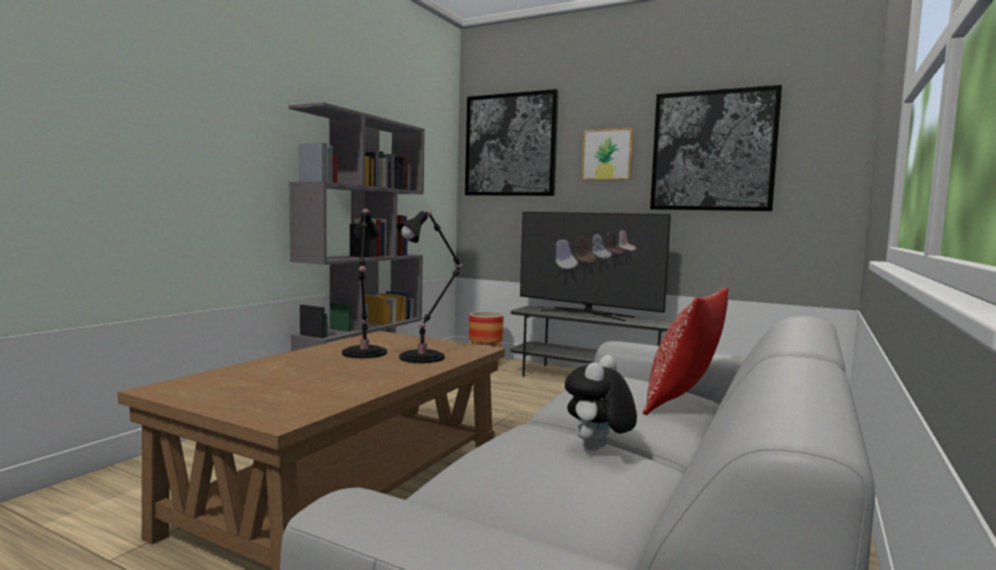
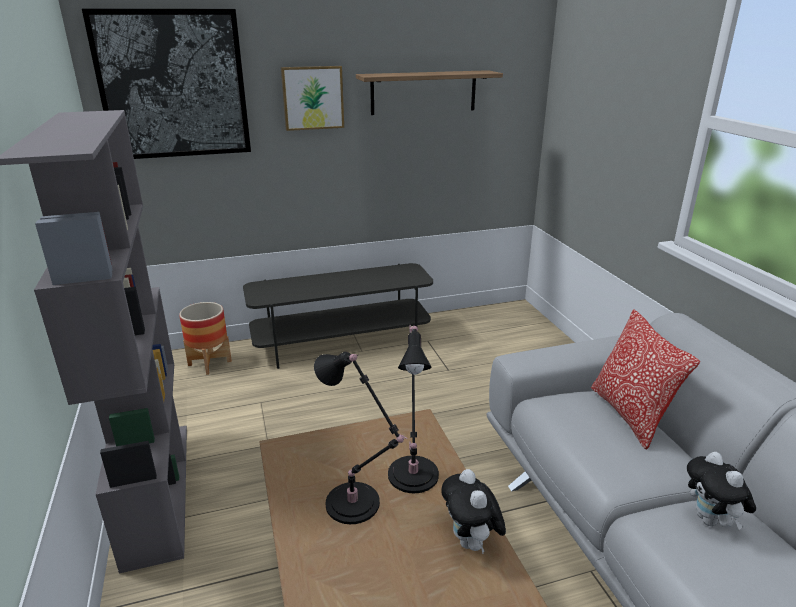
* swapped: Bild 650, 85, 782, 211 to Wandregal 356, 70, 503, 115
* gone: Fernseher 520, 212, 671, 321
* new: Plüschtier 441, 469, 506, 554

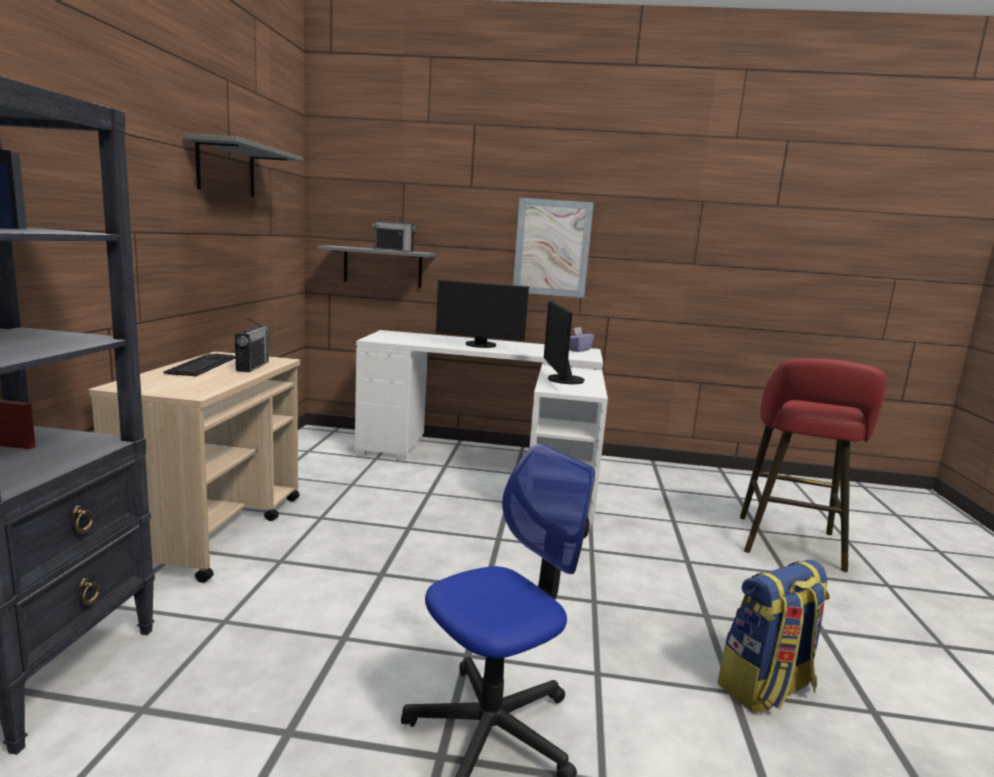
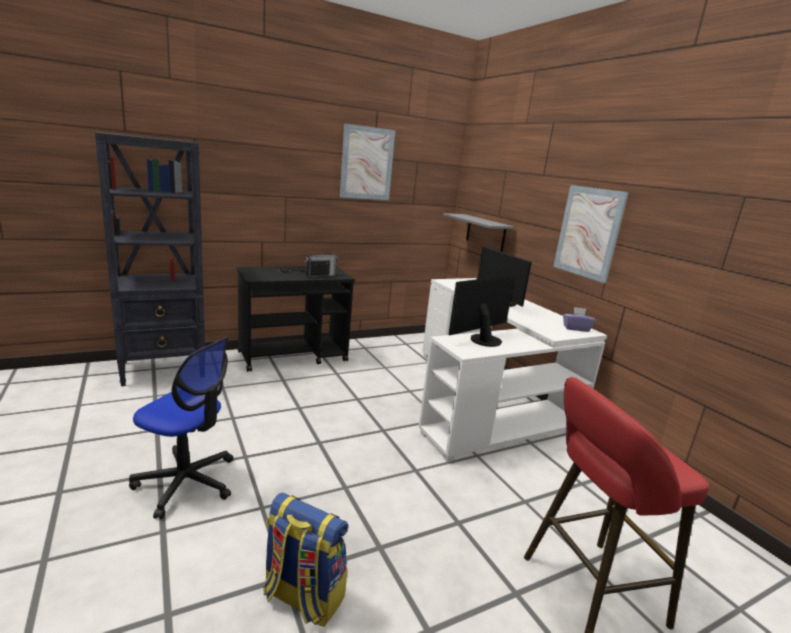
* swapped: Wandregal (grau) 184, 134, 303, 197 to Bild 340, 123, 395, 200
* gone: Radio 372, 210, 417, 252
* repainted: Rollwagen (beige) 88, 351, 300, 583 to Rollwagen (schwarz) 237, 266, 355, 372

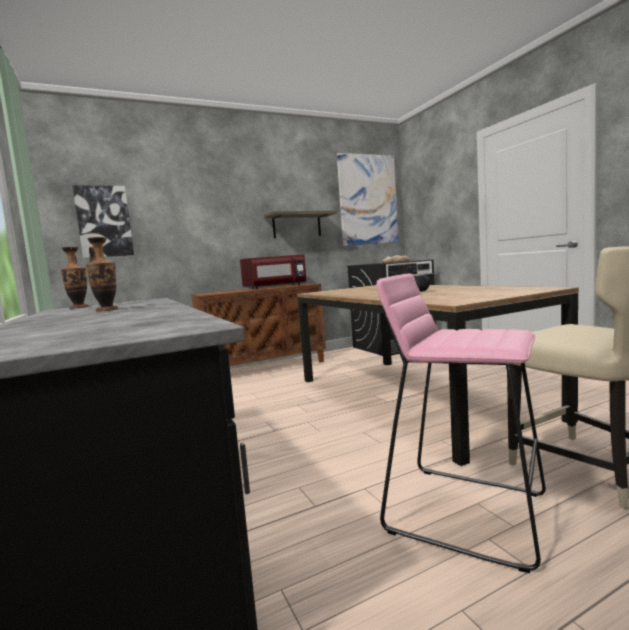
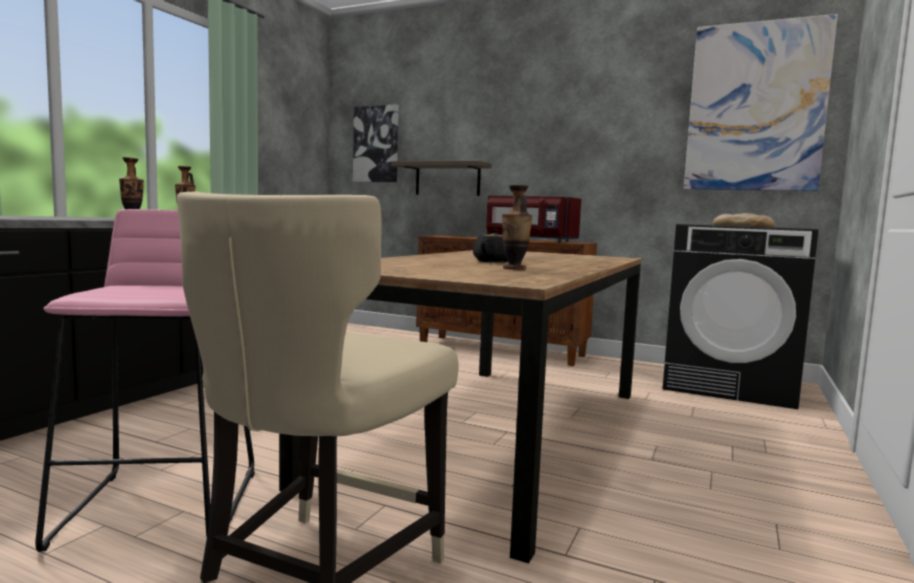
* shifted: Wandregal 264, 210, 337, 238 to 391, 161, 492, 196
* new: Vase 502, 185, 532, 270

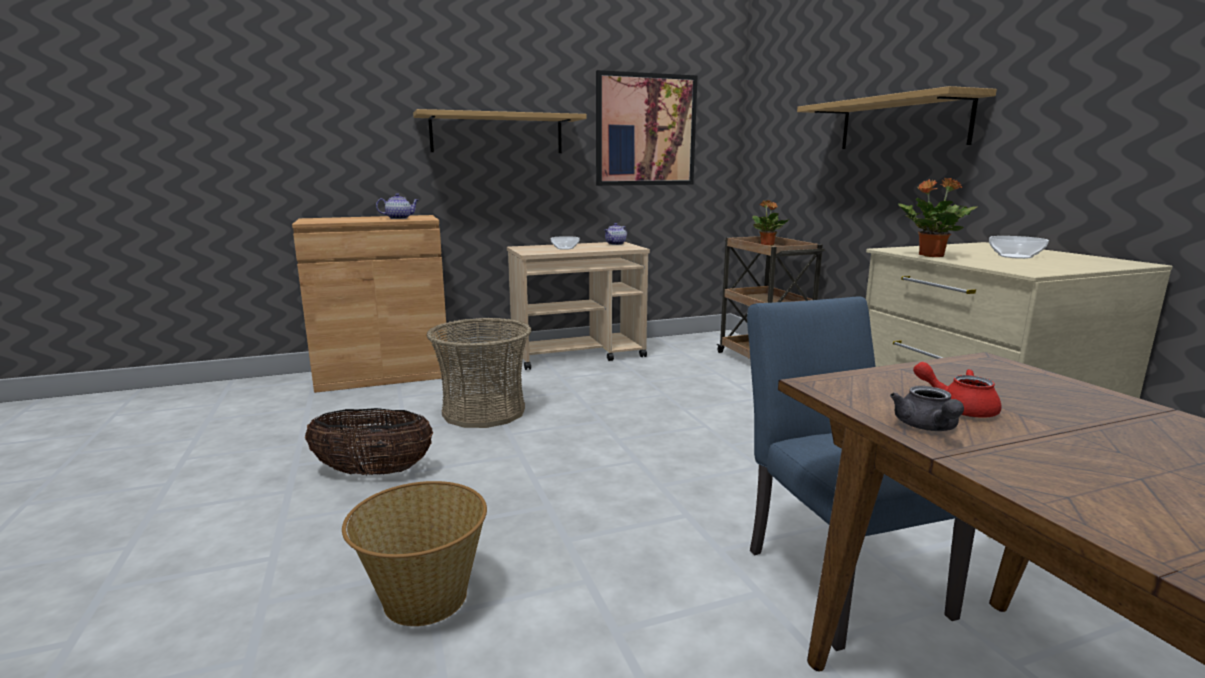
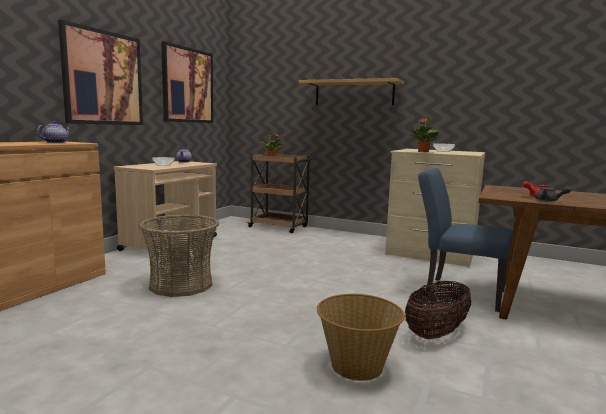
* swapped: Wandregal 413, 109, 587, 153 to Bild 58, 20, 143, 125
* shifted: Korb 305, 408, 433, 475 to 405, 281, 471, 339

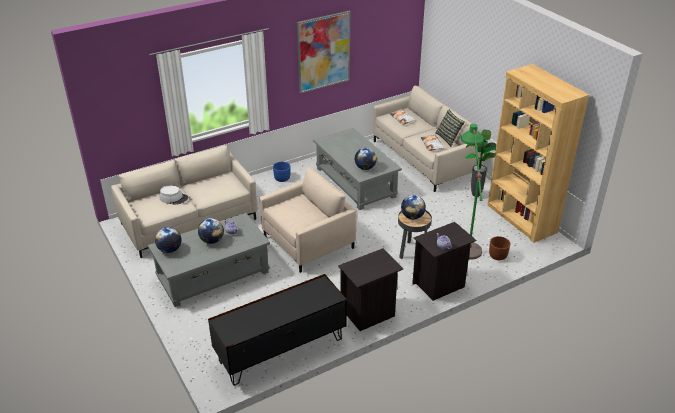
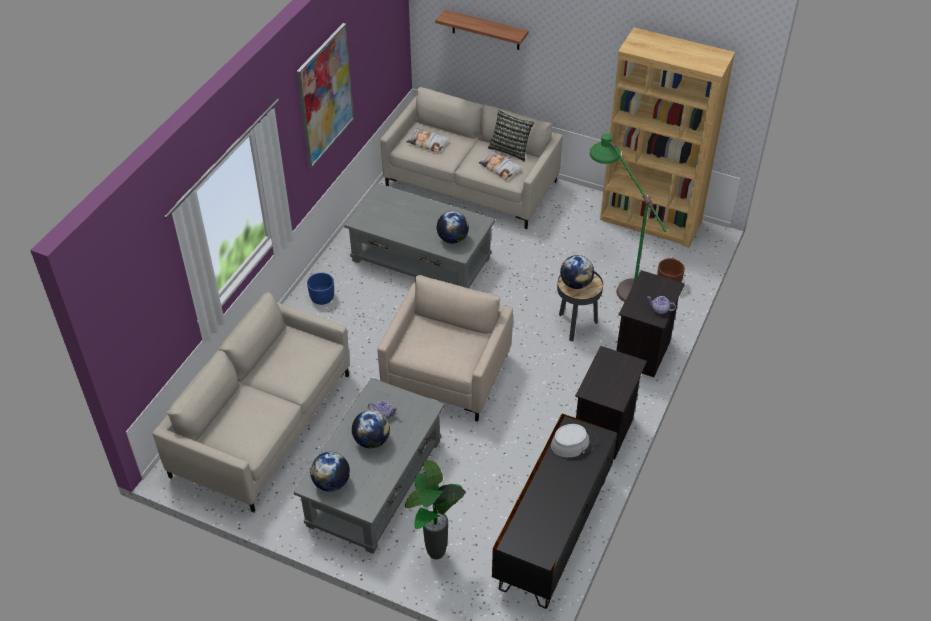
* shifted: Topfpflanze 466, 130, 496, 197 to 405, 460, 466, 559
* shifted: Hut (grau) 160, 185, 188, 205 to 551, 424, 598, 458
* new: Wandregal 435, 10, 529, 50

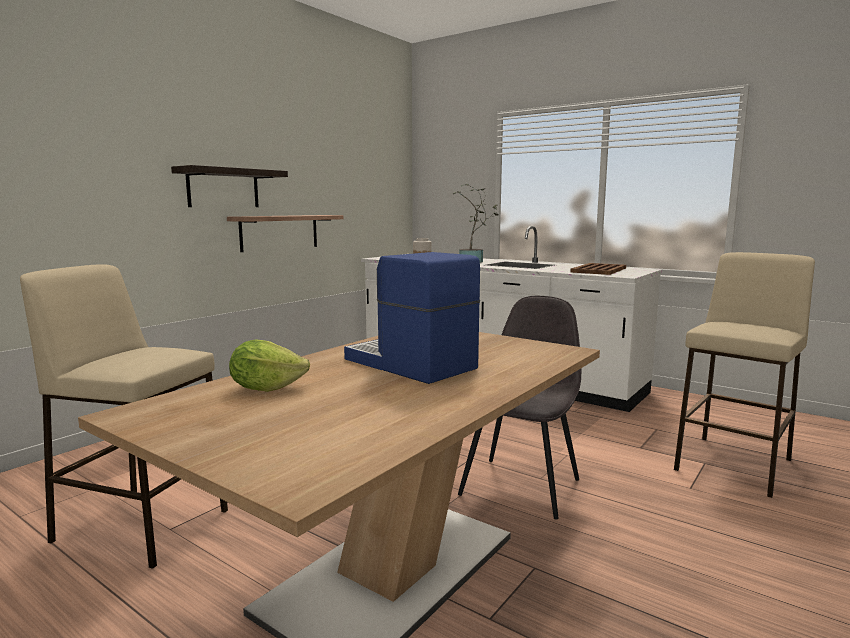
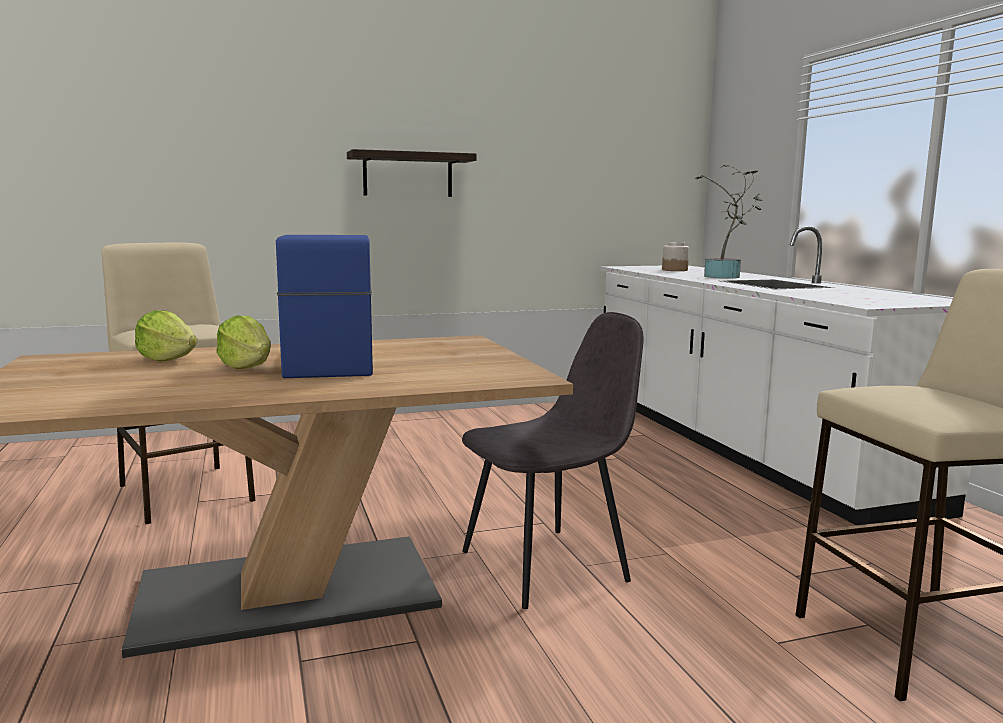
* gone: Wandregal 227, 215, 343, 252
* gone: Tablett (braun) 570, 263, 626, 275
* new: Salatkopf 216, 316, 271, 369

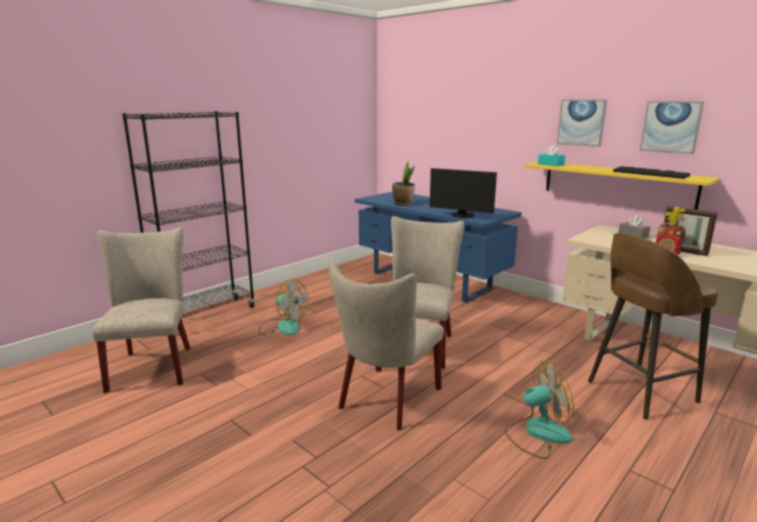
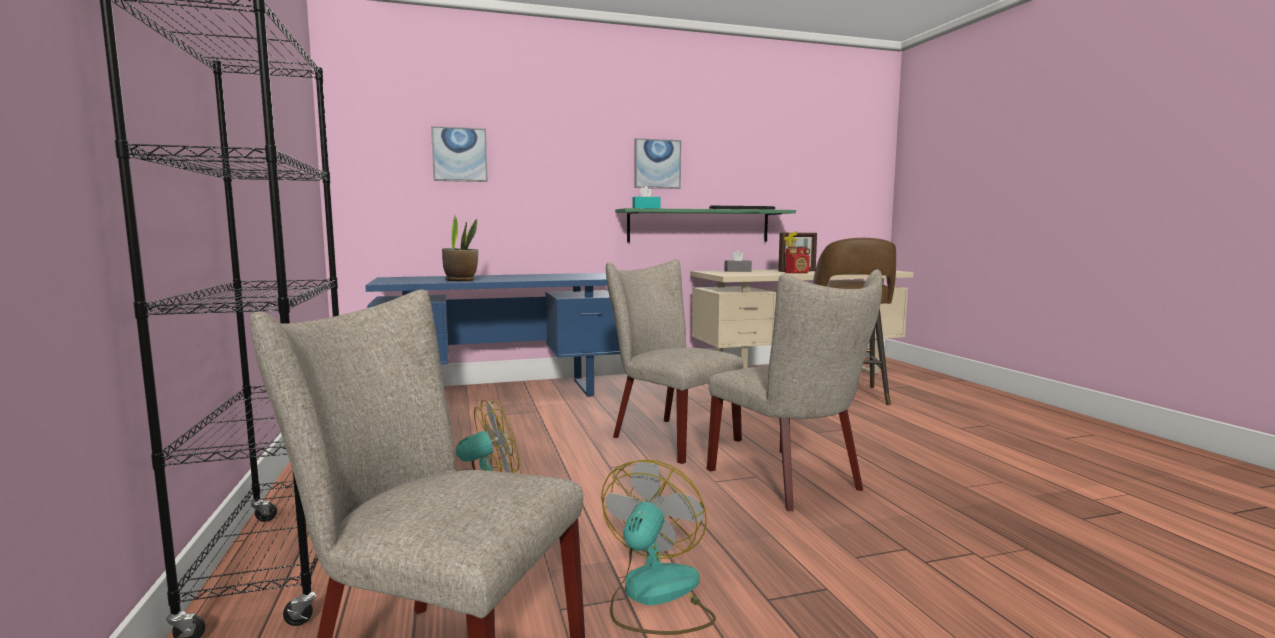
* shifted: Bild 640, 101, 704, 154 to 431, 126, 488, 182
* repainted: Wandregal (gelb) 524, 162, 719, 210 to Wandregal (grün) 615, 208, 796, 243
* gone: Monitor 430, 168, 497, 218
* shifted: Ventilator 505, 361, 574, 459 to 601, 459, 716, 635

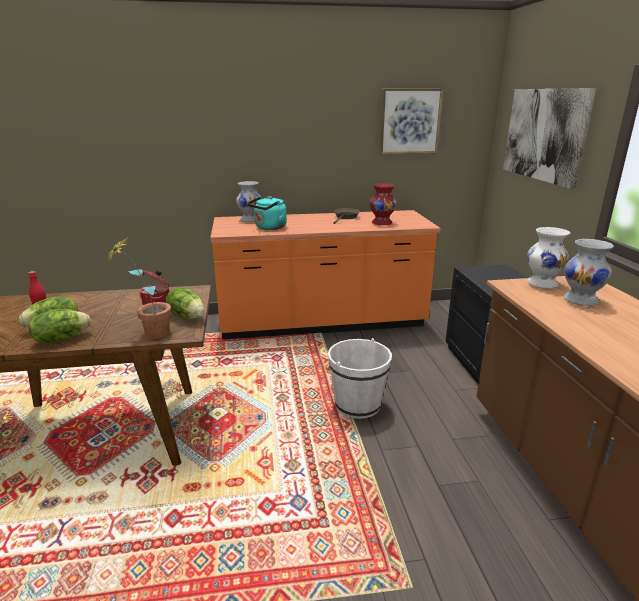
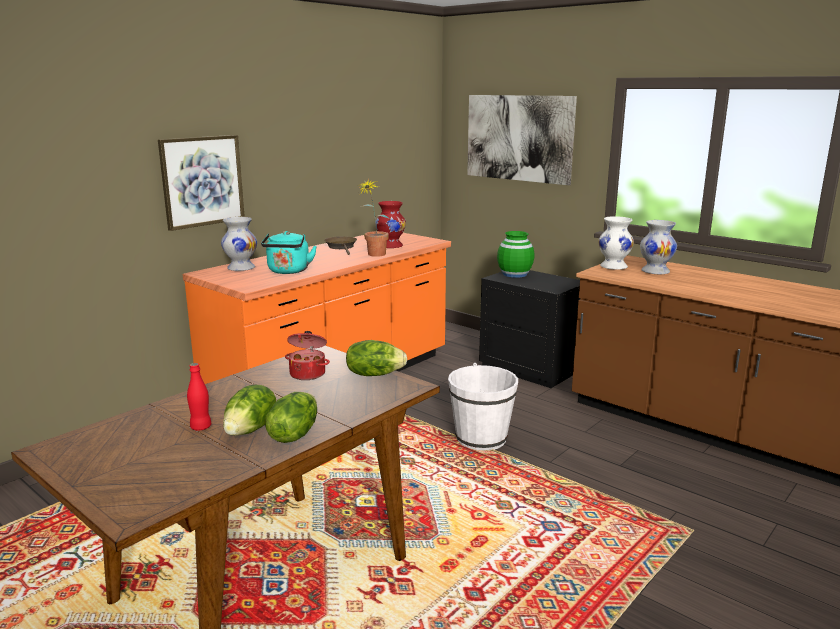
* shifted: Bild 379, 88, 443, 154 to 158, 135, 245, 231
* shifted: Topfpflanze 106, 240, 171, 339 to 358, 179, 390, 257
* new: Vase (grün) 497, 231, 534, 278

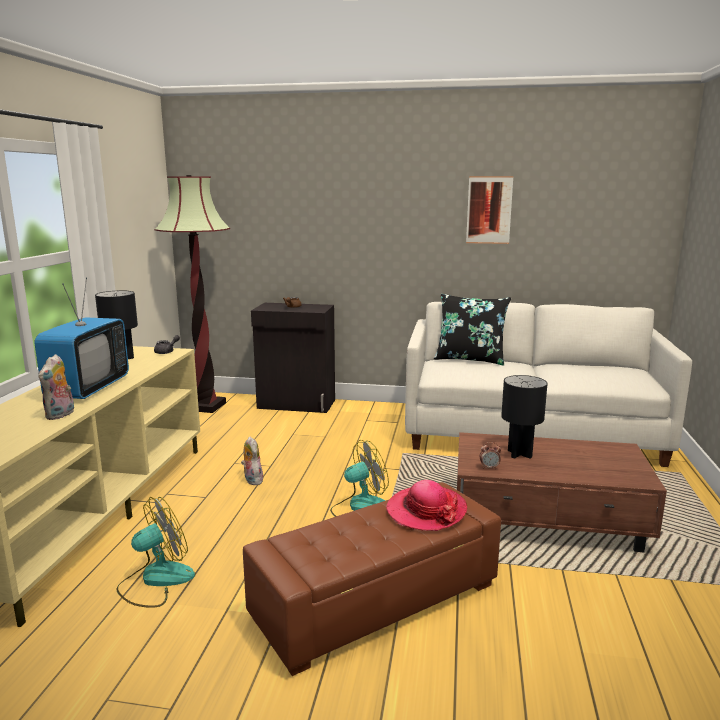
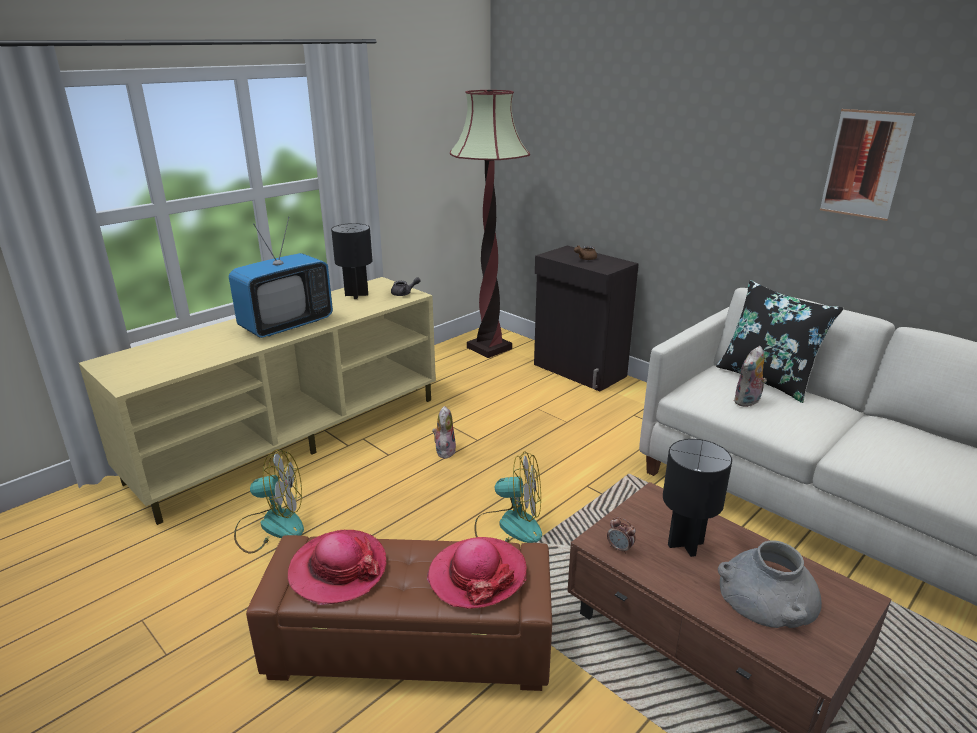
* shifted: Plüschtier 38, 354, 74, 420 to 733, 346, 767, 407
* new: Hut 288, 530, 387, 605
* new: Vase (grau) 718, 540, 822, 628

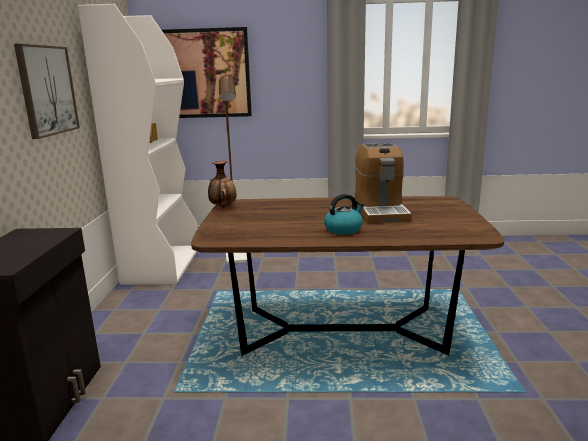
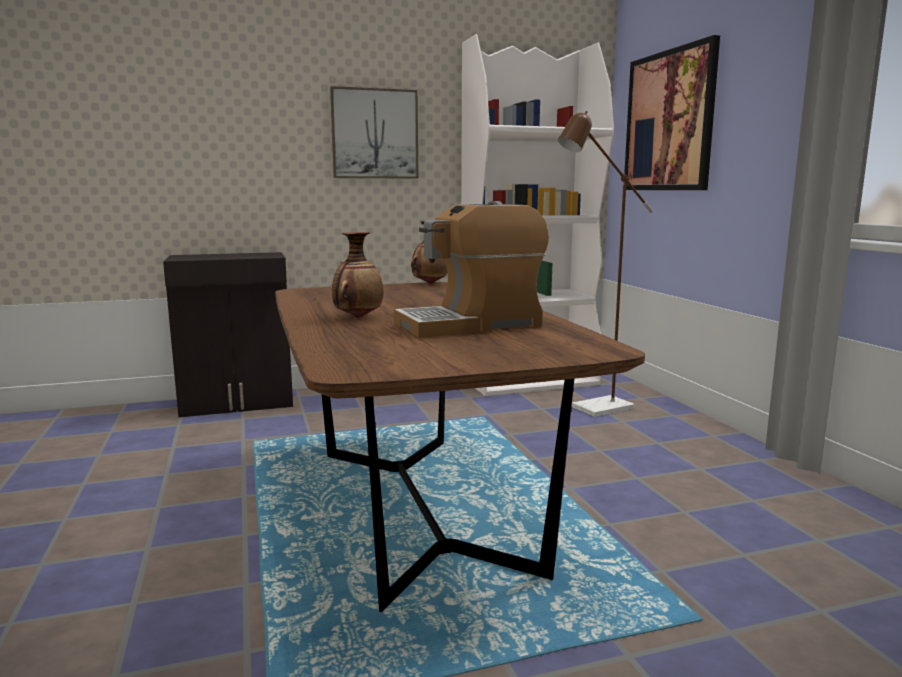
* swapped: Wasserkessel 324, 194, 364, 234 to Vase 332, 232, 383, 318

